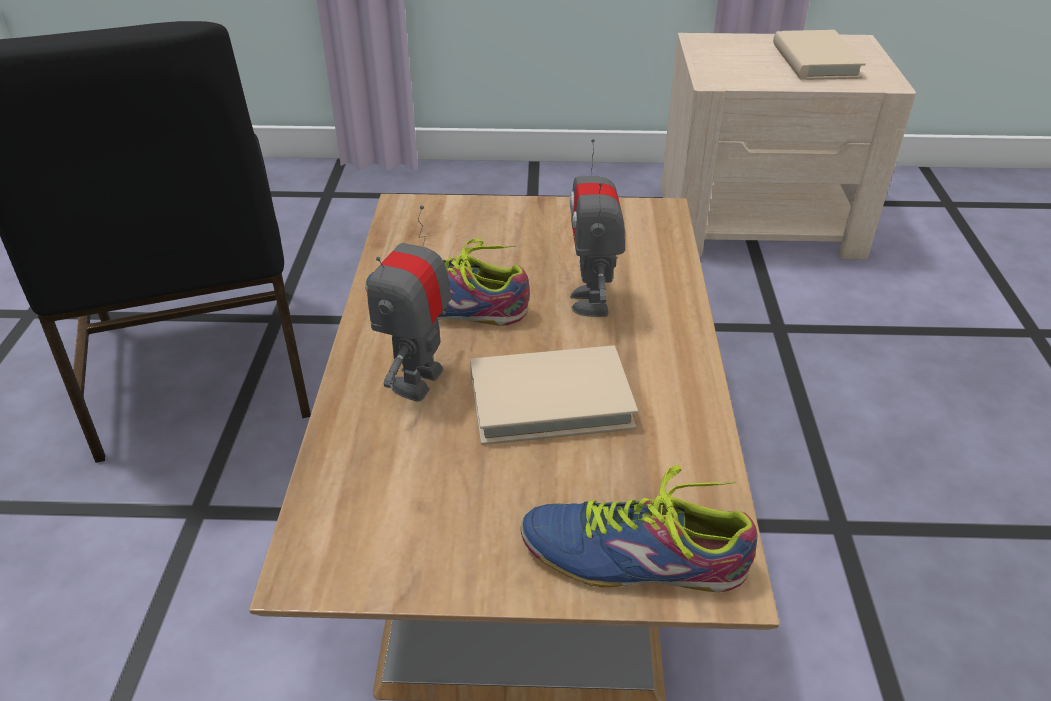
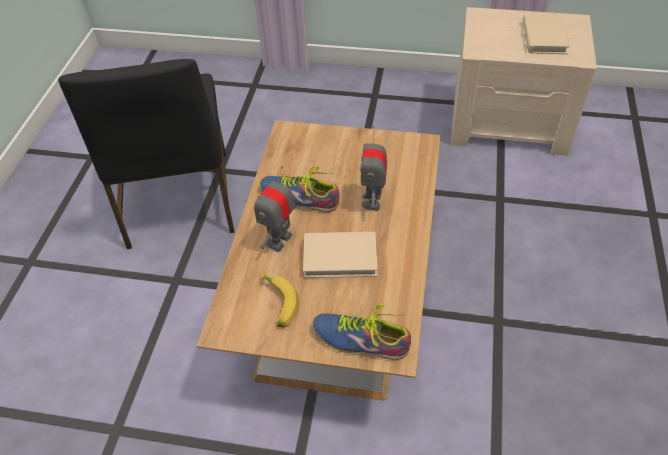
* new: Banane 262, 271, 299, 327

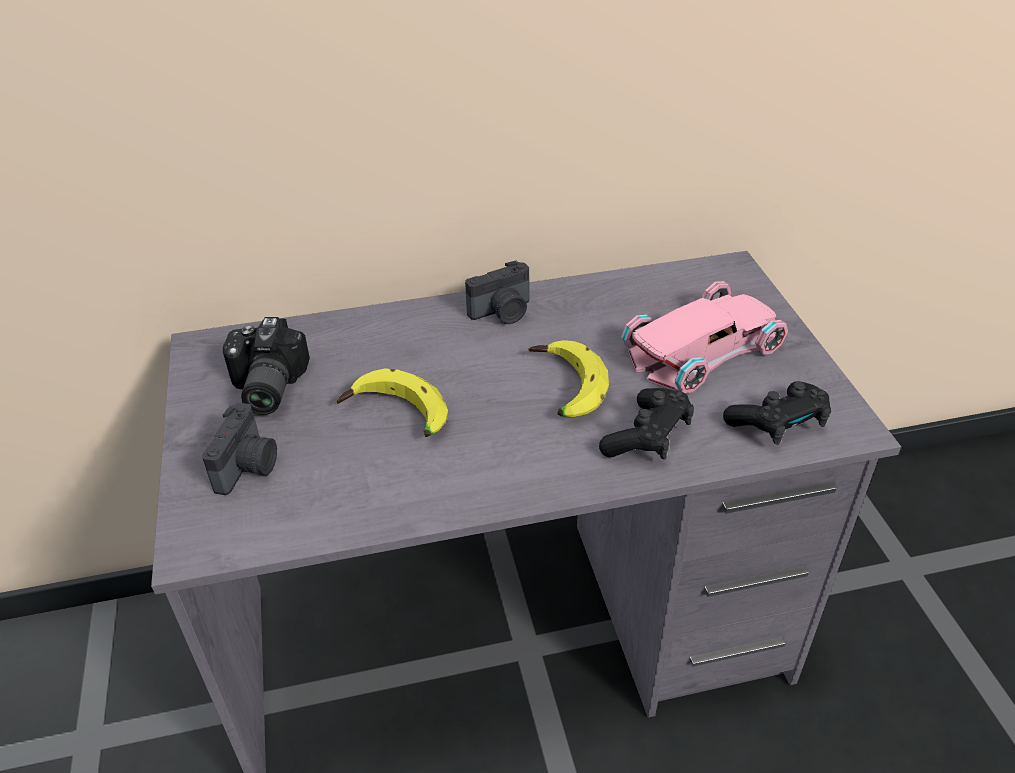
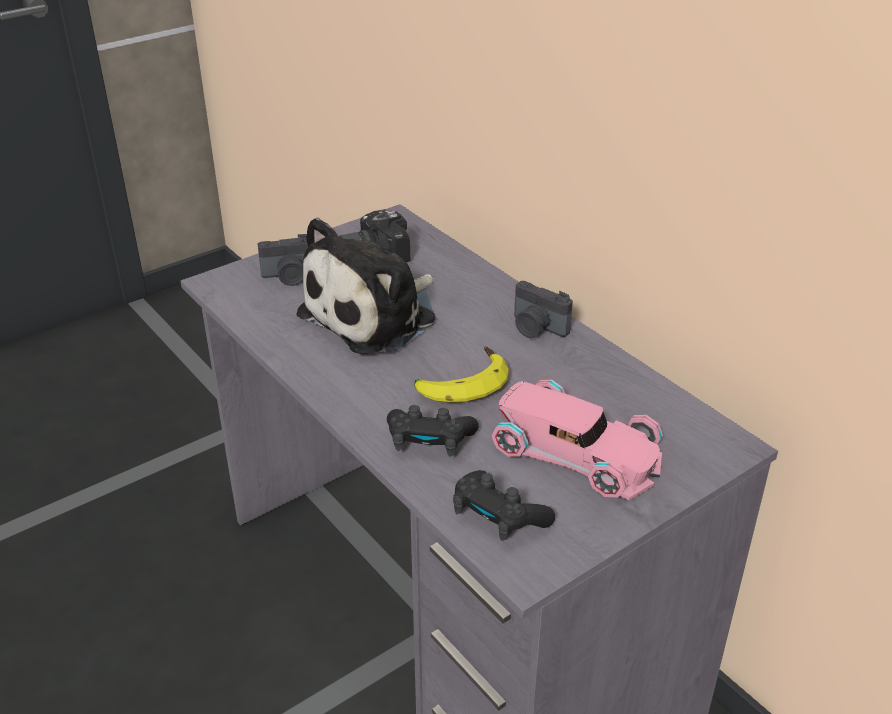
* swapped: Banane 337, 368, 448, 437 to Plüschtier 296, 217, 436, 355

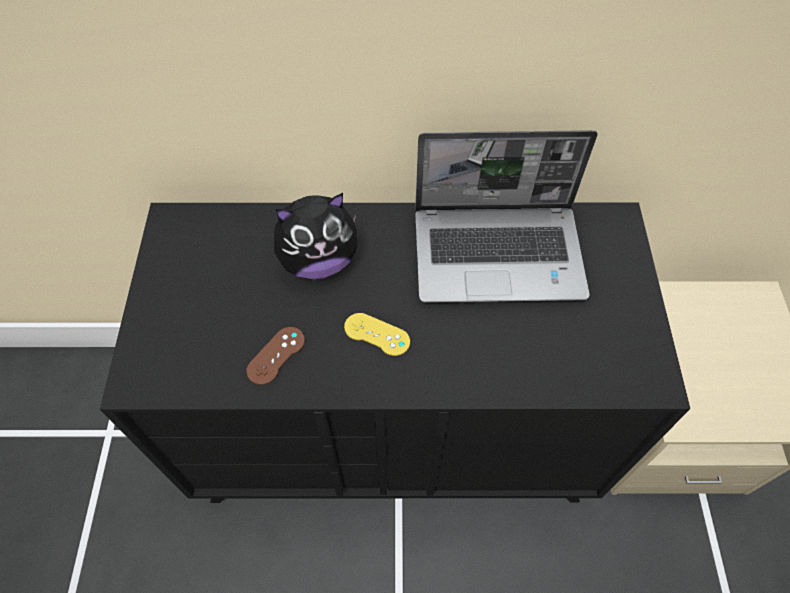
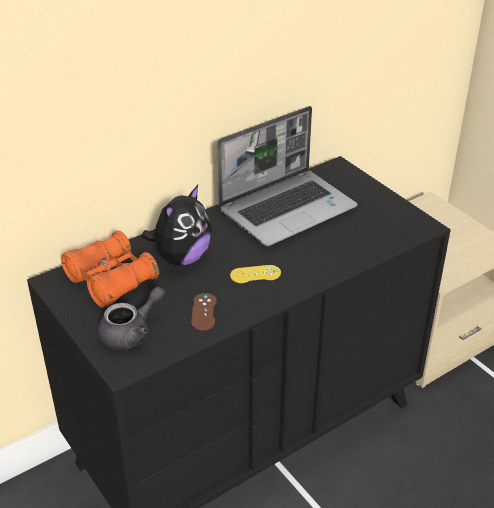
* new: Fernglas (orange) 61, 230, 159, 308
* new: Teekanne (grau) 98, 287, 166, 350

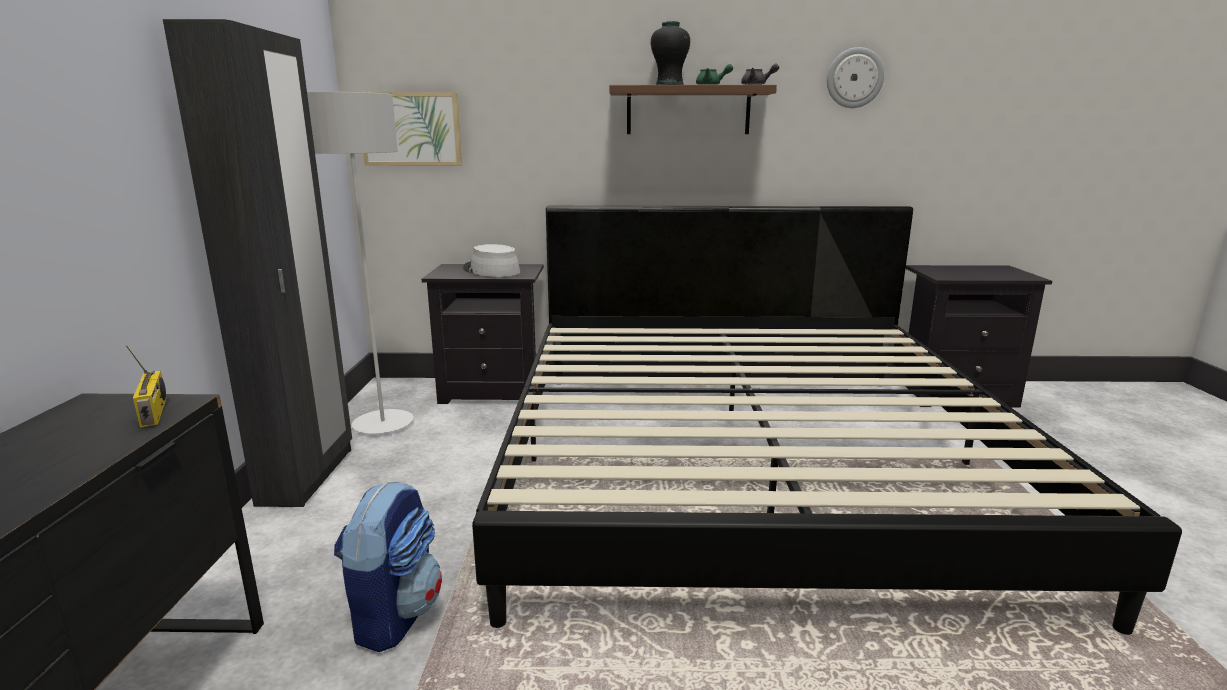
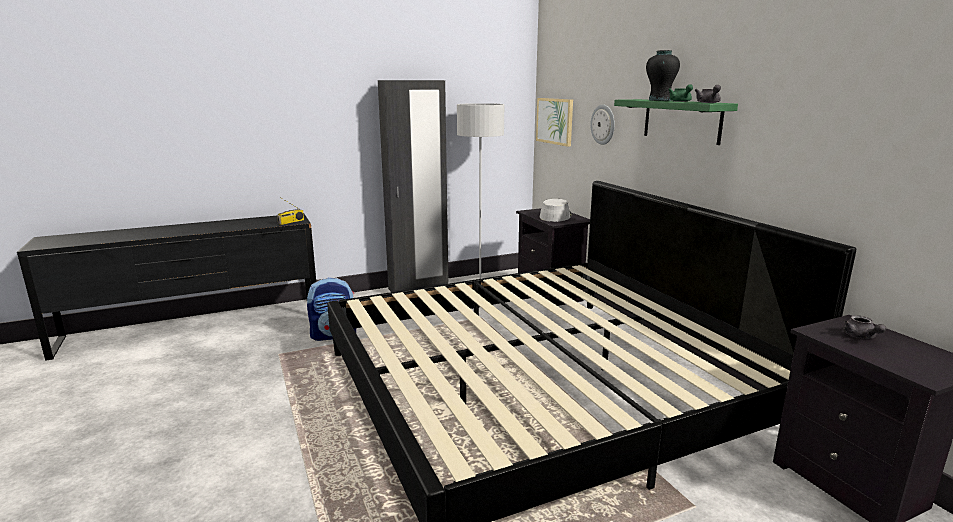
* shifted: Wanduhr 827, 47, 884, 108 to 590, 104, 615, 145
* repainted: Wandregal (braun) 610, 85, 777, 134 to Wandregal (grün) 614, 99, 738, 145
* new: Teekanne (grau) 843, 315, 886, 339

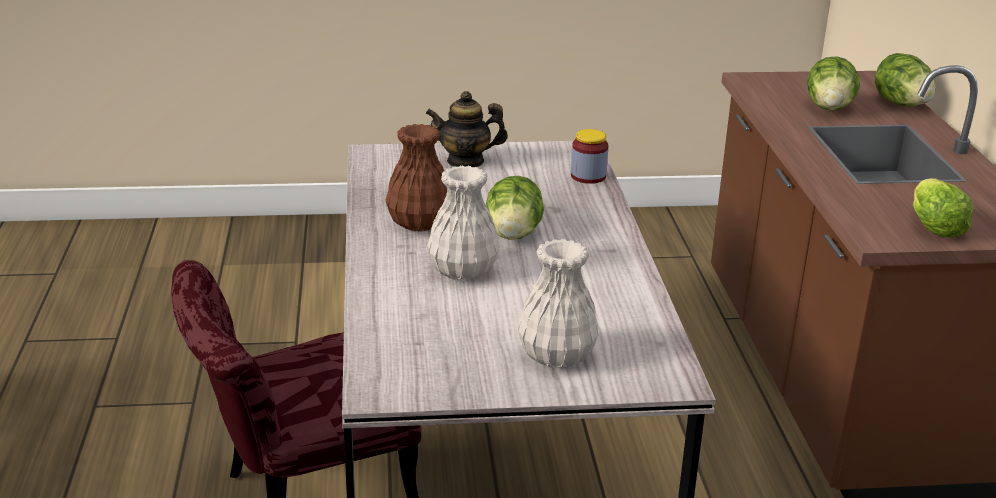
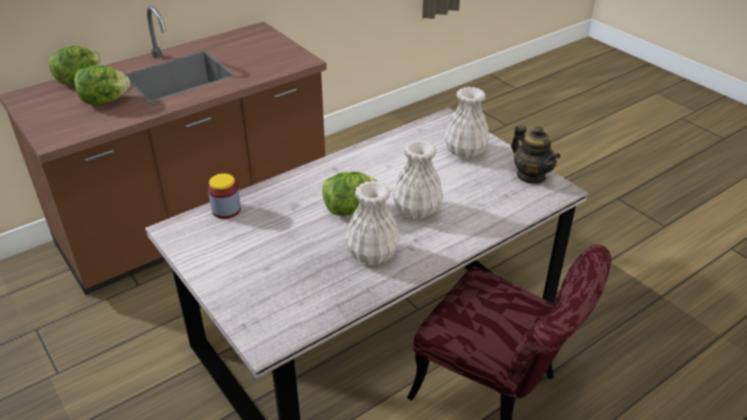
* shifted: Teekanne 426, 91, 508, 167 to 511, 125, 560, 184
* repainted: Vase (braun) 386, 124, 447, 231 to Vase (weiß) 346, 181, 400, 265
* gone: Salatkopf 913, 178, 973, 238

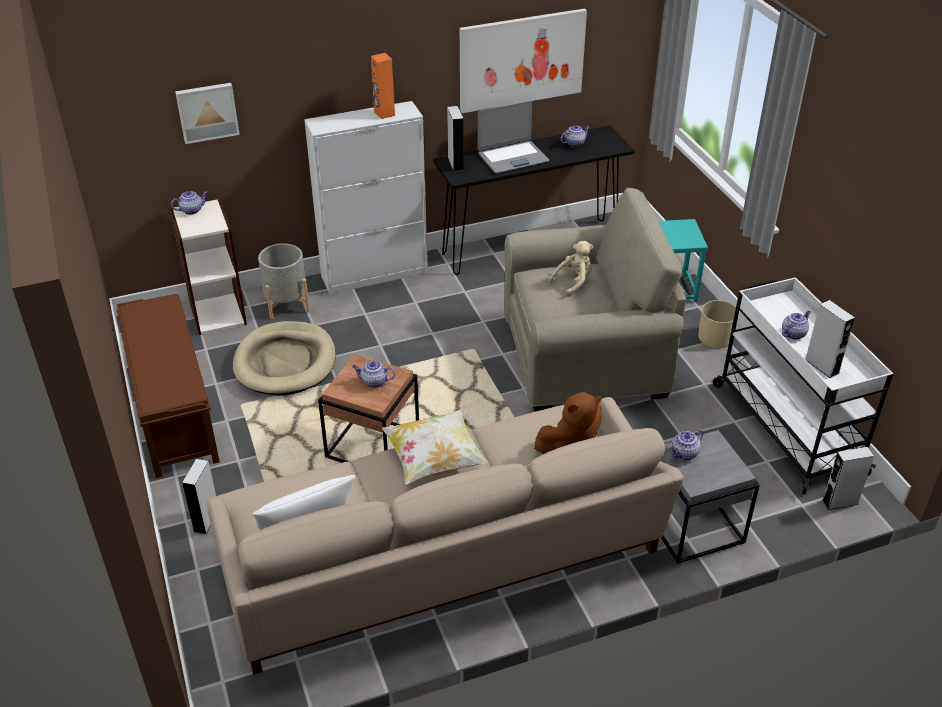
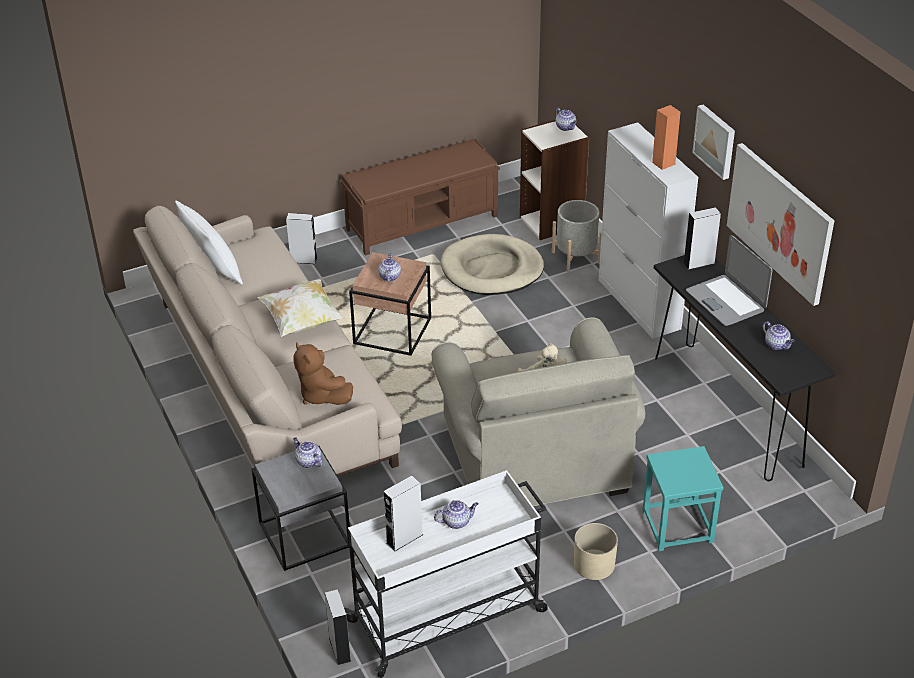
* shifted: Bild 175, 83, 240, 144 to 692, 104, 735, 180
* rotated: Teekanne 782, 311, 811, 340 = 434, 500, 479, 529 60 degrees counterclockwise

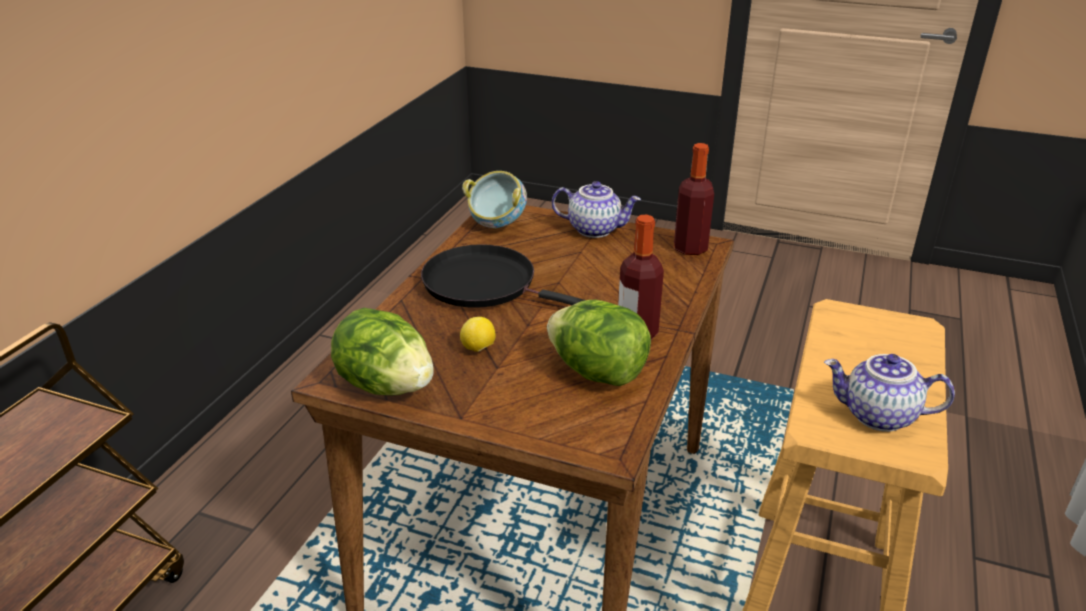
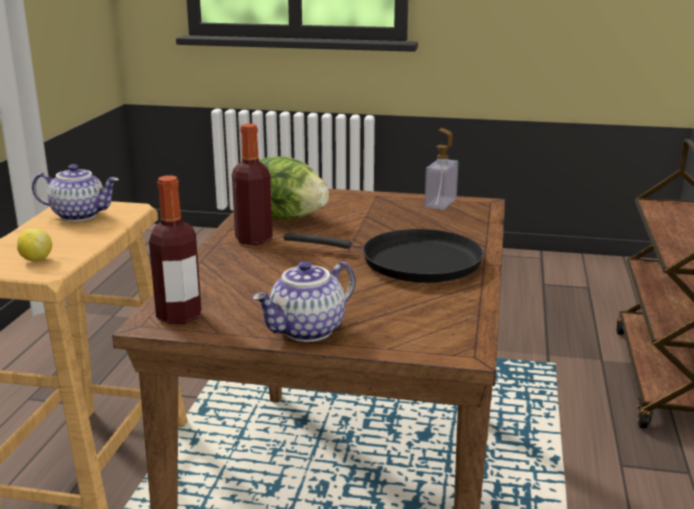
* gone: Schüssel 462, 171, 527, 229
* rotated: Teekanne 552, 181, 641, 238 = 253, 261, 356, 342 45 degrees counterclockwise
* swapped: Salatkopf 331, 308, 434, 395 to Seifenspender 425, 128, 458, 210
* shifted: Zitrone 460, 317, 496, 352 to 17, 228, 52, 261

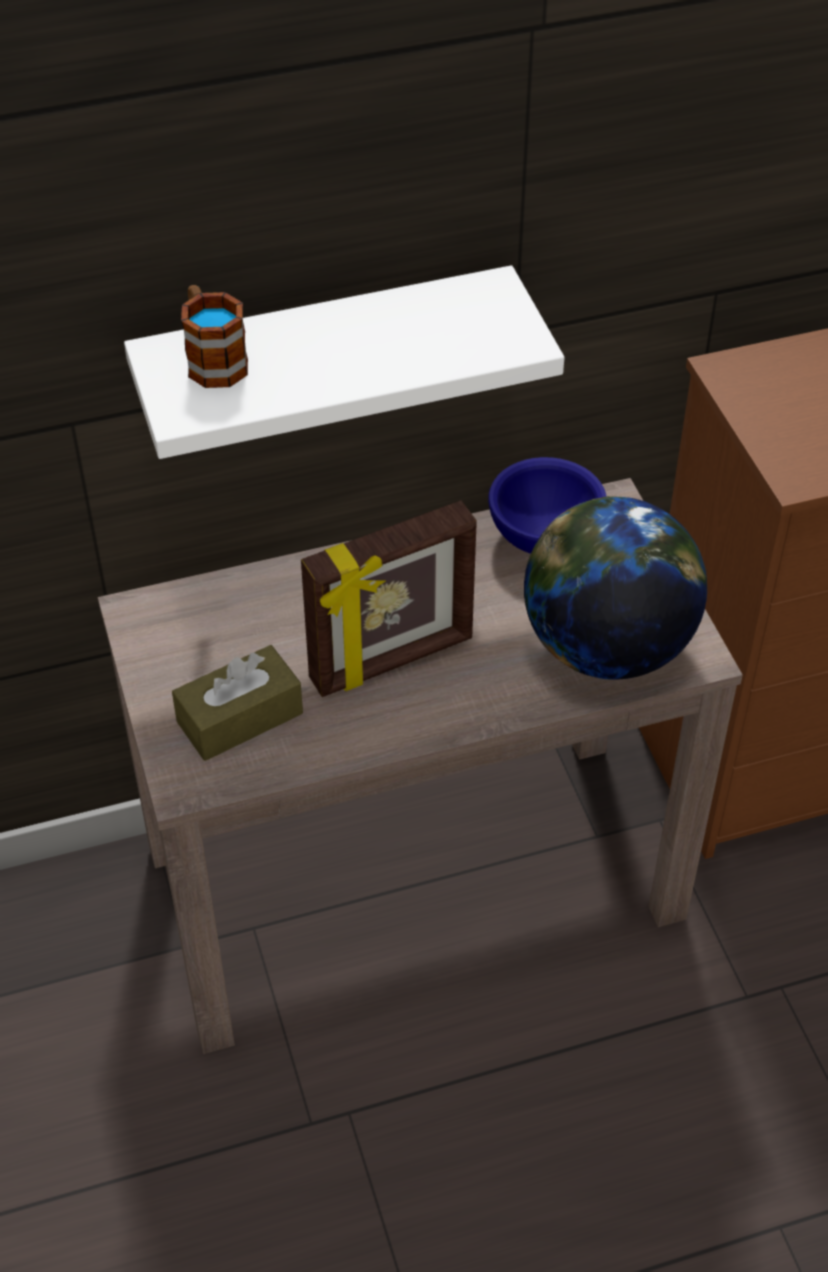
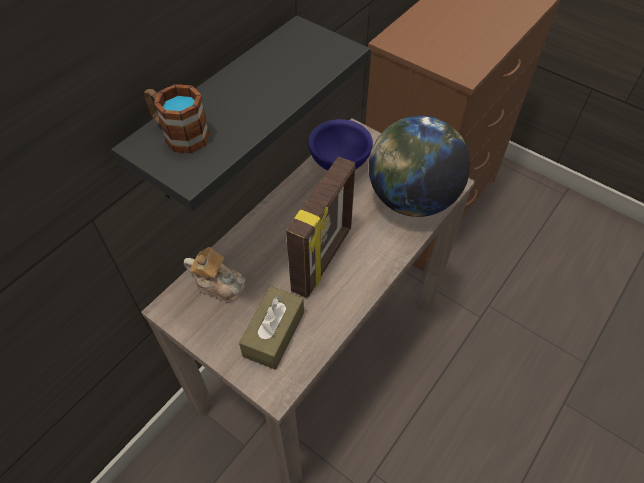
* repainted: Wandregal (weiß) 124, 265, 564, 459 to Wandregal (schwarz) 111, 15, 370, 212
* new: Teekanne 184, 247, 245, 302

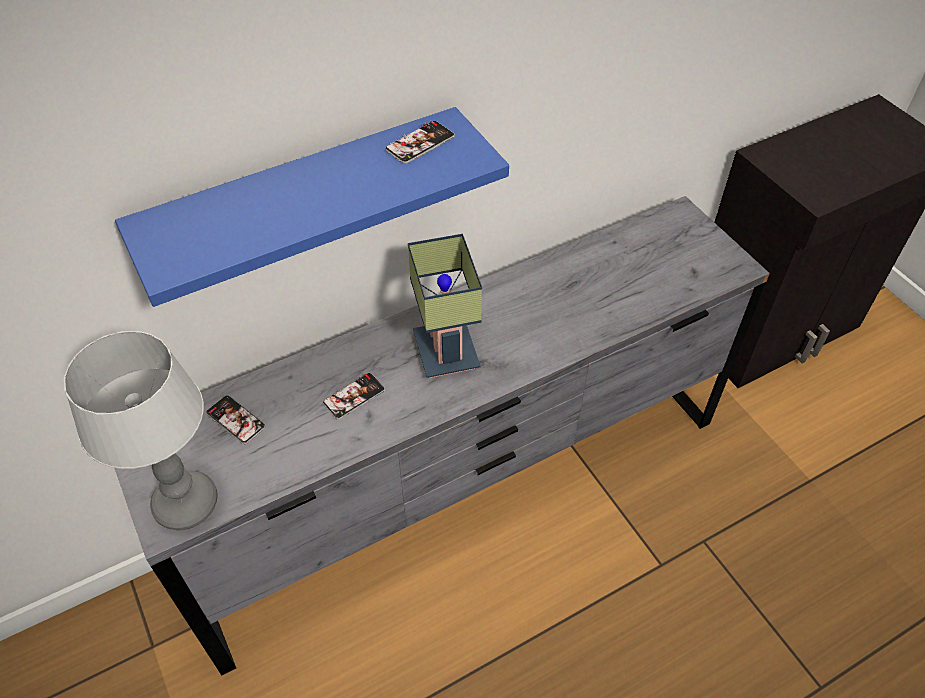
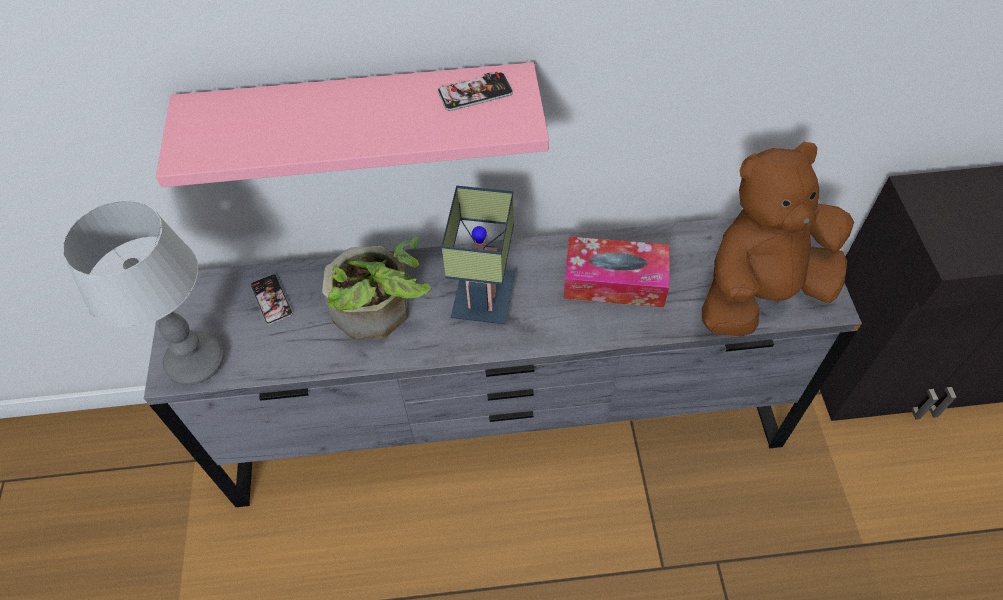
* repainted: Wandregal (blau) 115, 107, 509, 307 to Wandregal (rosa) 156, 62, 549, 187
* swapped: Handy 323, 373, 385, 420 to Topfpflanze 322, 237, 431, 340
* new: Plüschtier (braun) 702, 142, 854, 337
* new: Taschentuchbox 564, 237, 670, 307

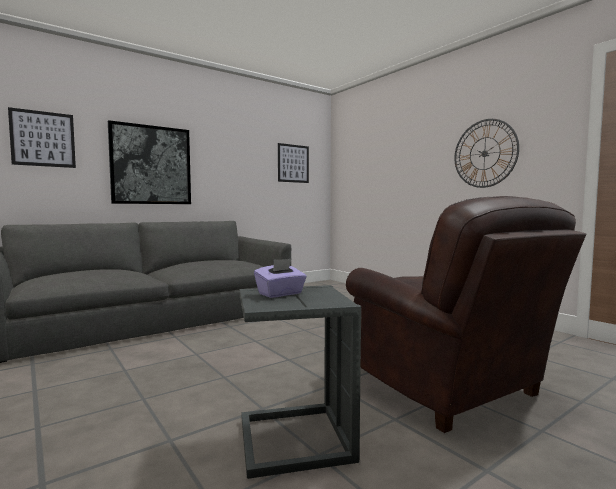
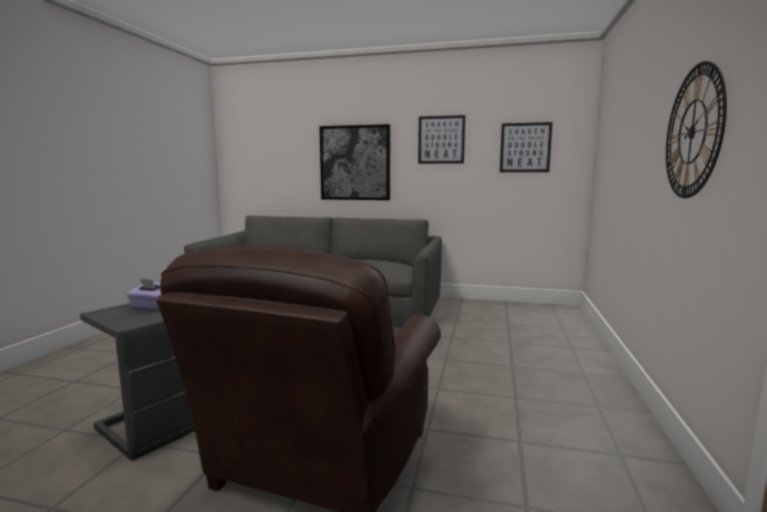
* shifted: Bild 8, 107, 76, 168 to 418, 115, 465, 164

